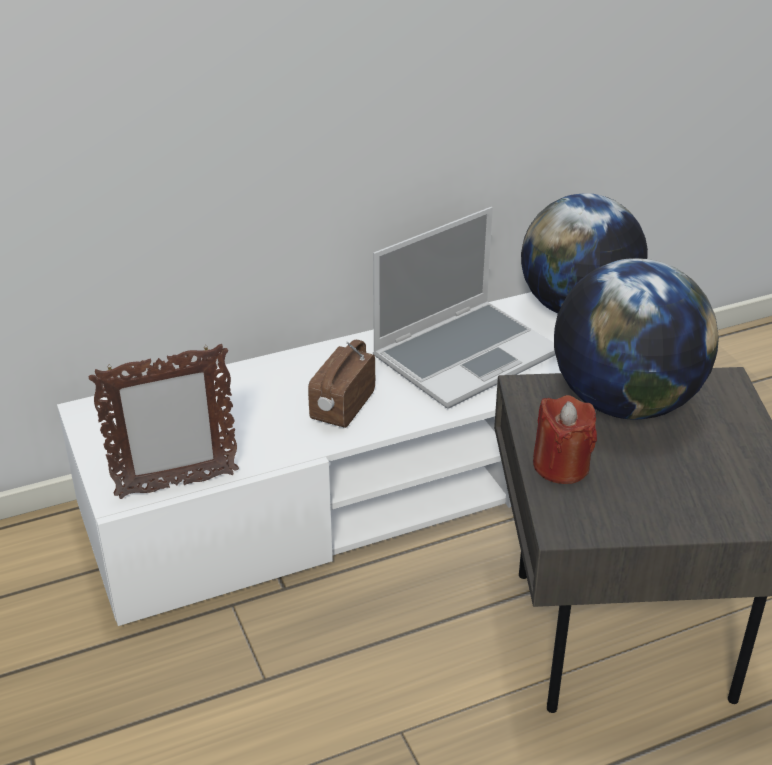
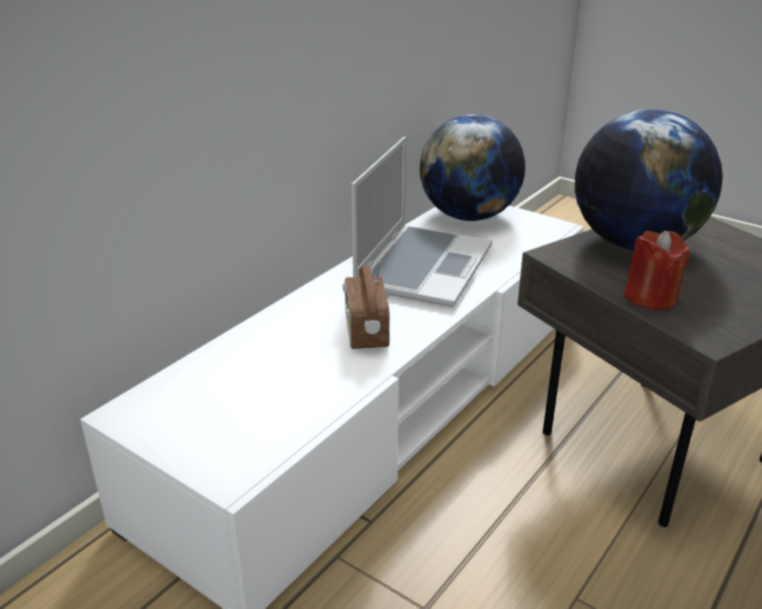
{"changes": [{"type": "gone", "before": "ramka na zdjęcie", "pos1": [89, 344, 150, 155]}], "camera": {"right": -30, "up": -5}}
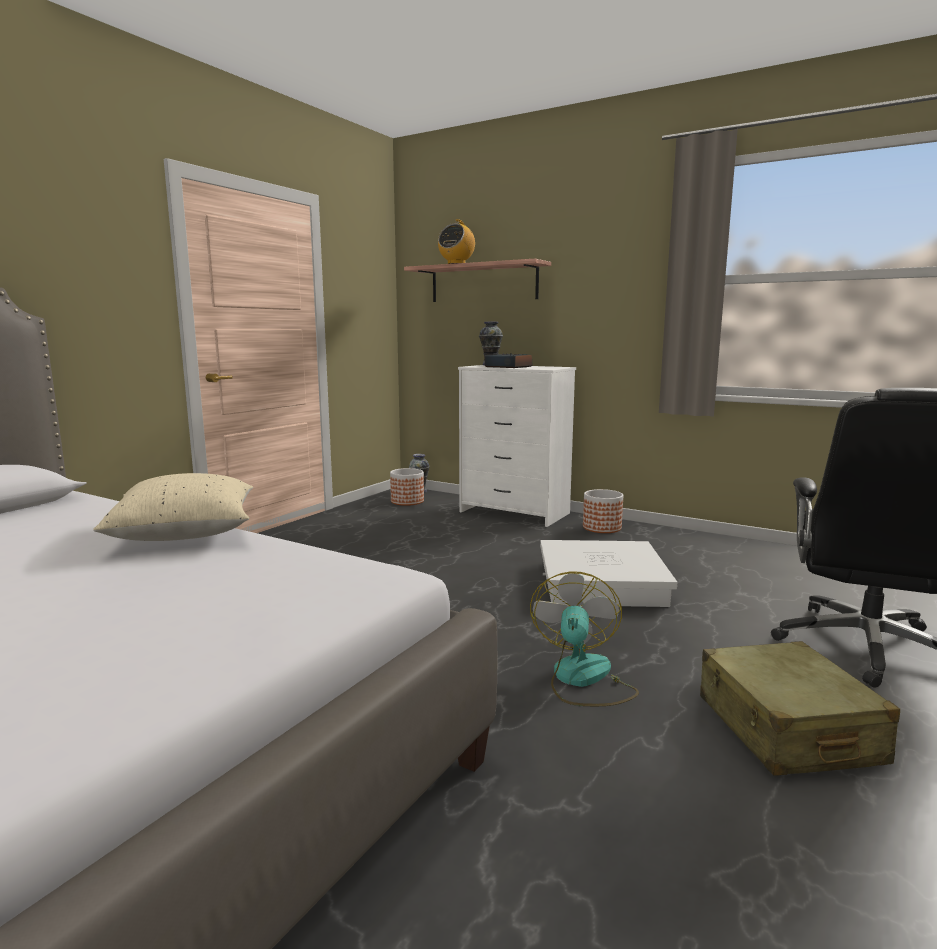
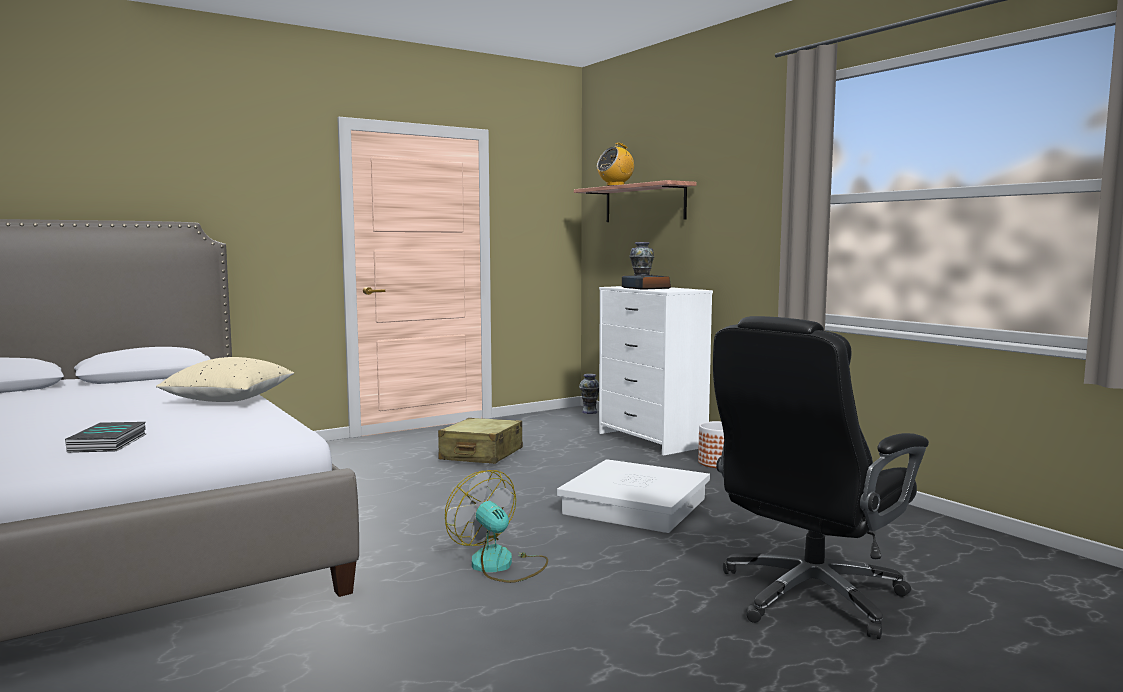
{"changes": [{"type": "new", "after": "książka", "pos2": [65, 422, 81, 31]}, {"type": "shifted", "before": "walizka (beżowy)", "pos1": [700, 641, 200, 135], "pos2": [438, 418, 85, 46]}, {"type": "rotated", "before": "wentylator", "pos1": [530, 571, 109, 135], "pos2": [445, 470, 103, 113], "turn": -75}, {"type": "gone", "before": "donica", "pos1": [390, 468, 34, 38]}], "camera": {"right": 25, "up": -5}}
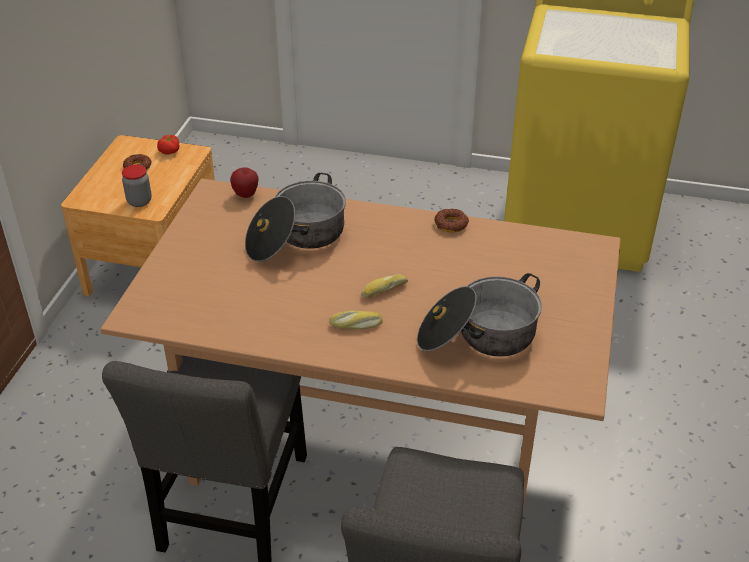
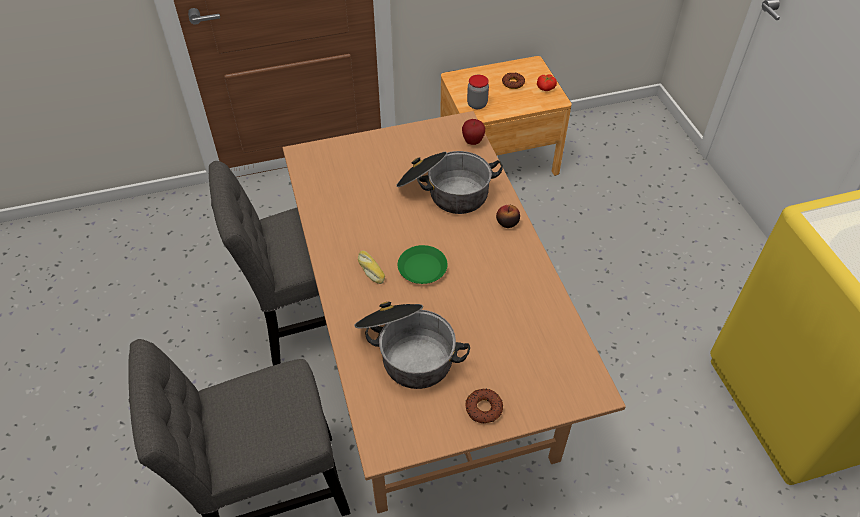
{"changes": [{"type": "swapped", "before": "chleb", "after": "talerz (zielony)", "pos1": [361, 274, 47, 24], "pos2": [398, 245, 50, 39]}, {"type": "shifted", "before": "donut", "pos1": [434, 209, 35, 23], "pos2": [466, 389, 37, 34]}, {"type": "new", "after": "jabłko", "pos2": [496, 205, 24, 23]}], "camera": {"right": 60, "up": 10}}
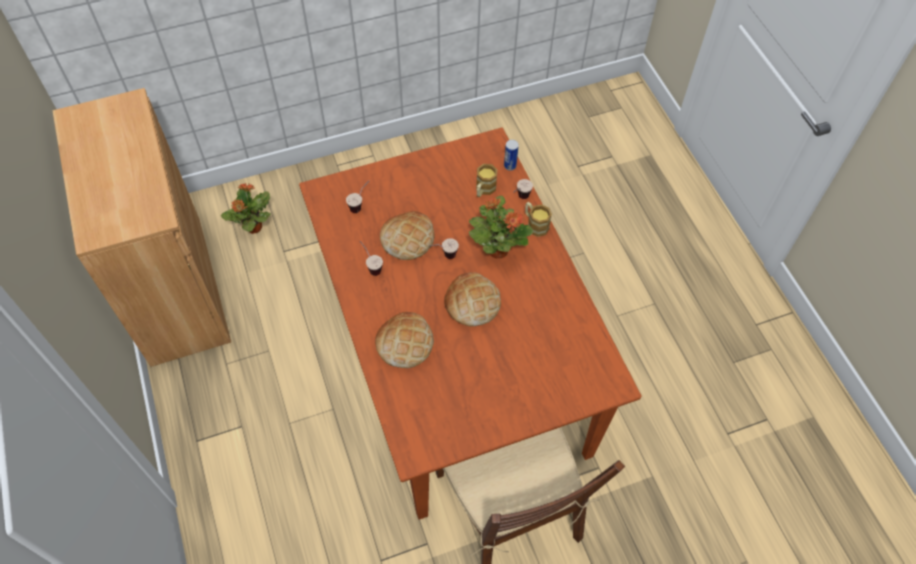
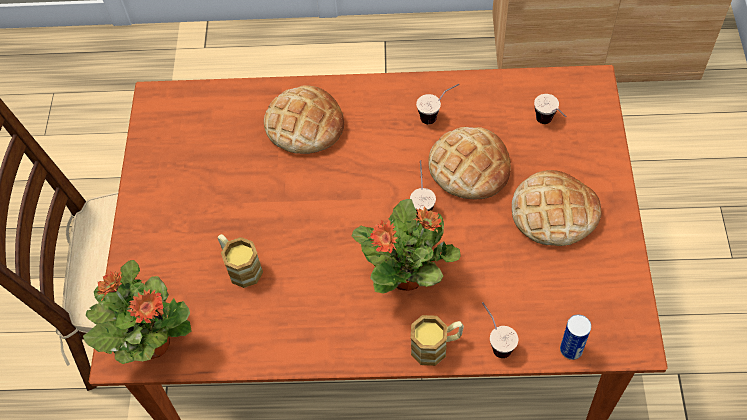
{"changes": [{"type": "shifted", "before": "roślina doniczkowa", "pos1": [221, 183, 50, 51], "pos2": [83, 260, 109, 104]}, {"type": "shifted", "before": "kubek", "pos1": [476, 164, 21, 33], "pos2": [218, 234, 45, 54]}, {"type": "shifted", "before": "chleb", "pos1": [444, 272, 57, 54], "pos2": [512, 170, 90, 76]}], "camera": {"right": 115, "up": 0}}
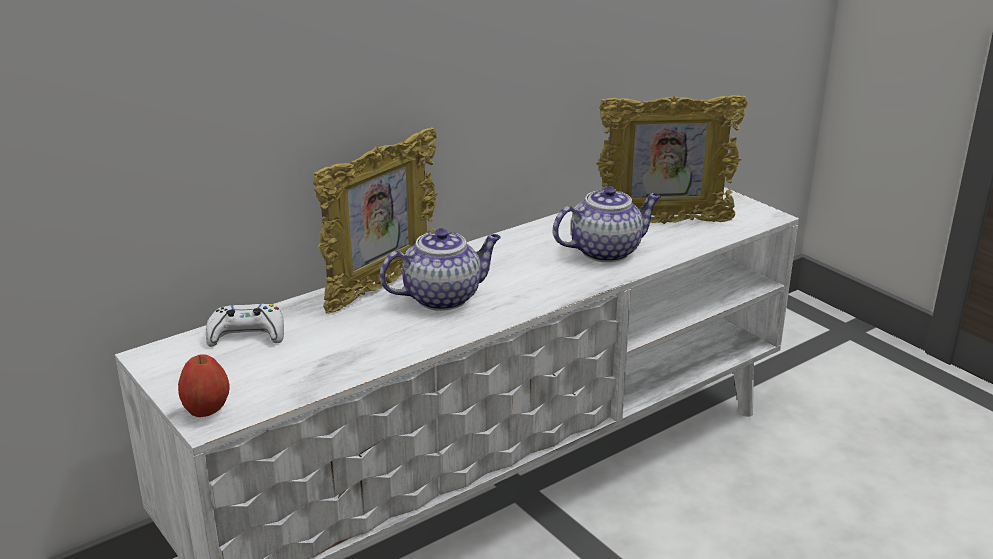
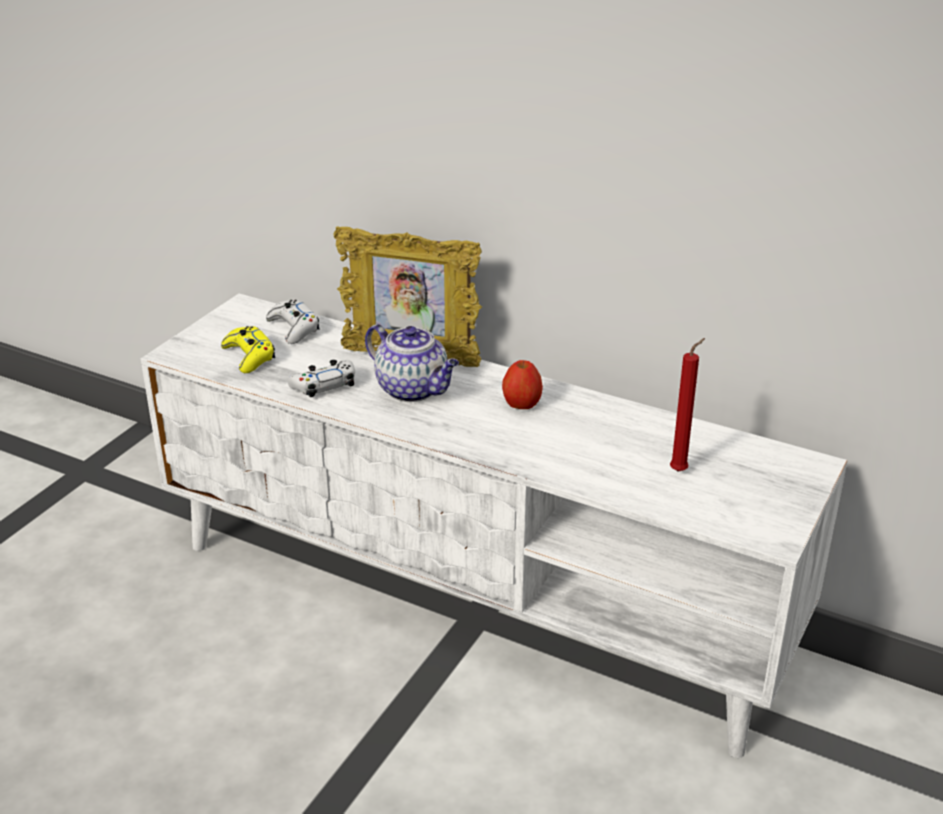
{"changes": [{"type": "new", "after": "pad do gier (żółty)", "pos2": [221, 326, 54, 47]}, {"type": "new", "after": "pad do gier (biały)", "pos2": [288, 360, 67, 37]}, {"type": "shifted", "before": "jabłko", "pos1": [178, 354, 51, 63], "pos2": [502, 360, 41, 49]}, {"type": "swapped", "before": "ramka na zdjęcie", "after": "świeca (czerwony)", "pos1": [596, 95, 151, 129], "pos2": [670, 338, 35, 134]}, {"type": "gone", "before": "imbryk", "pos1": [553, 186, 108, 76]}], "camera": {"right": 65, "up": 5}}
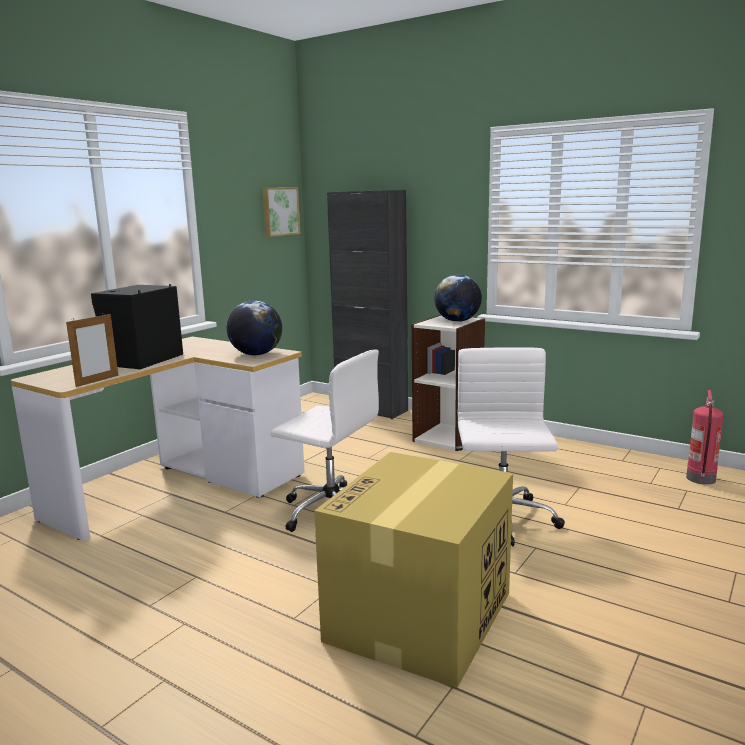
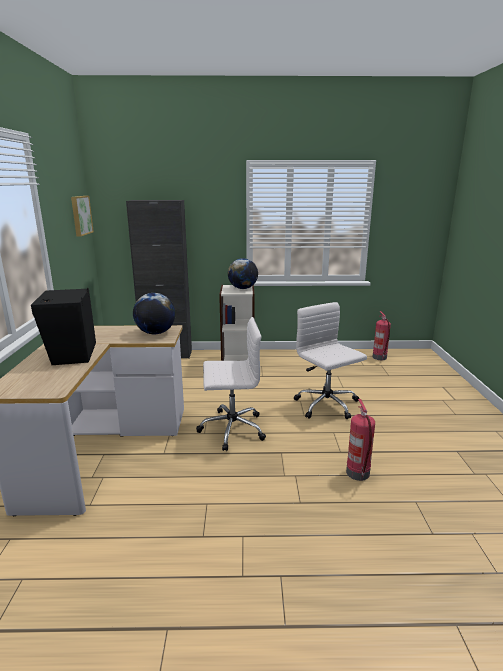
{"changes": [{"type": "swapped", "before": "karton", "after": "gaśnica", "pos1": [314, 452, 199, 236], "pos2": [346, 399, 29, 82]}, {"type": "gone", "before": "ramka na zdjęcie", "pos1": [66, 314, 53, 73]}], "camera": {"right": -35, "up": 5}}
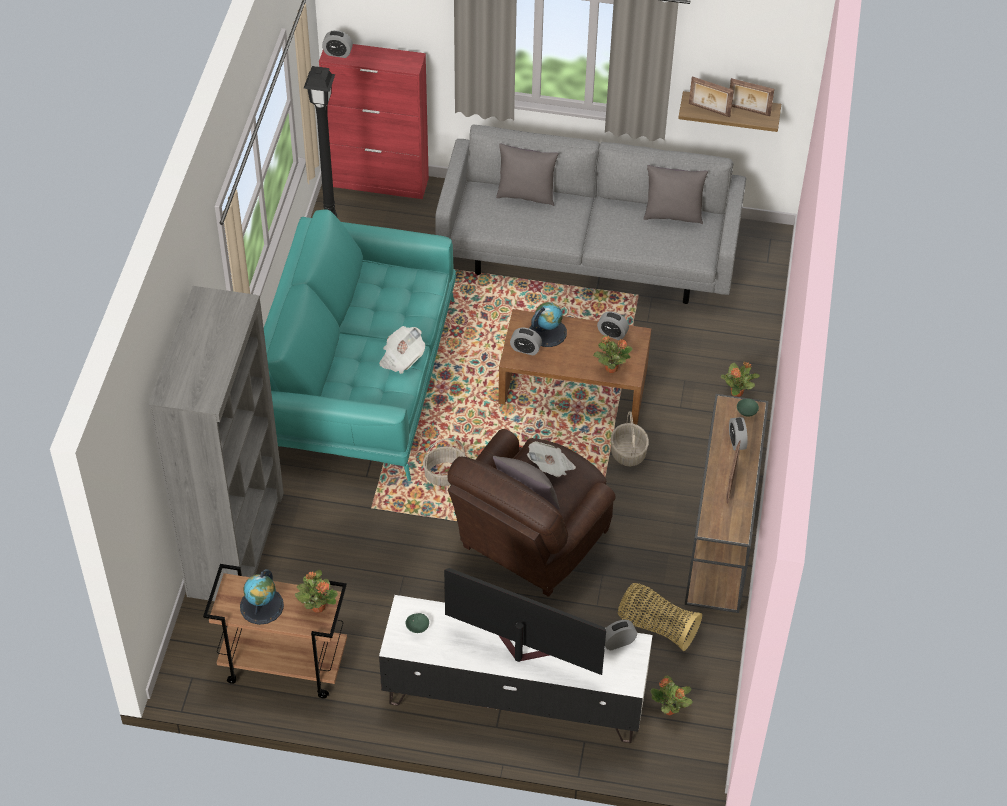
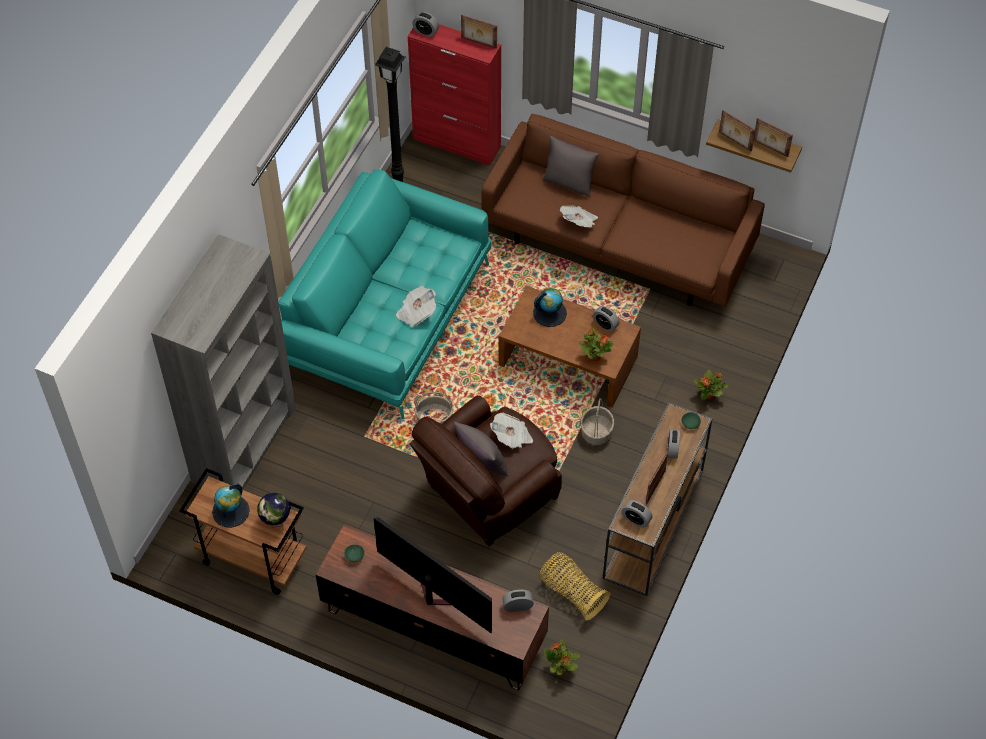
{"changes": [{"type": "swapped", "before": "roślina doniczkowa", "after": "globus", "pos1": [295, 570, 43, 43], "pos2": [257, 493, 33, 35]}, {"type": "repainted", "before": "szafka pod telewizor (biały)", "after": "szafka pod telewizor (brązowy)", "pos1": [379, 595, 274, 148], "pos2": [316, 524, 233, 166]}, {"type": "new", "after": "ramka na zdjęcie", "pos2": [461, 15, 36, 34]}, {"type": "repainted", "before": "kanapa (szary)", "after": "kanapa (brązowy)", "pos1": [435, 125, 311, 179], "pos2": [482, 114, 283, 192]}, {"type": "new", "after": "gazeta", "pos2": [560, 206, 38, 22]}, {"type": "shifted", "before": "budzik", "pos1": [510, 328, 32, 27], "pos2": [622, 500, 30, 28]}, {"type": "gone", "before": "poduszka (szary)", "pos1": [644, 165, 64, 59]}], "camera": {"right": 15, "up": 5}}
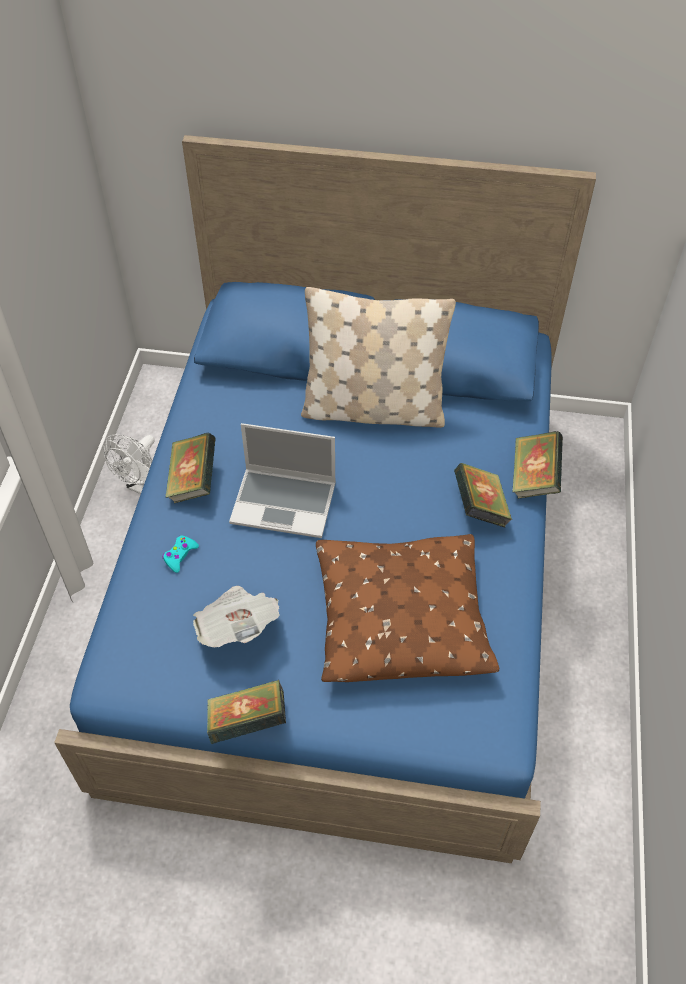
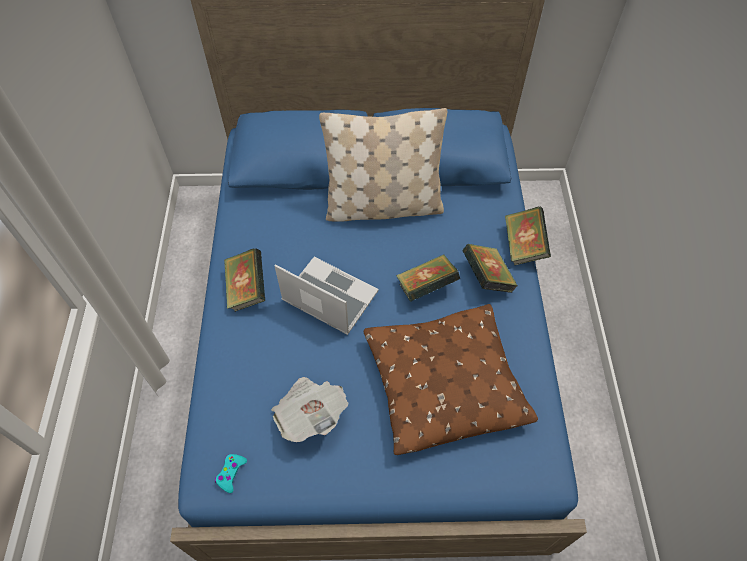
{"changes": [{"type": "shifted", "before": "pad do gier (turkusowy)", "pos1": [162, 536, 37, 37], "pos2": [215, 454, 32, 39]}, {"type": "rotated", "before": "laptop", "pos1": [229, 423, 107, 115], "pos2": [275, 257, 104, 78], "turn": -150}, {"type": "shifted", "before": "książka", "pos1": [207, 680, 79, 64], "pos2": [396, 254, 64, 48]}, {"type": "gone", "before": "wentylator (biały)", "pos1": [103, 434, 52, 60]}], "camera": {"right": -10, "up": 5}}
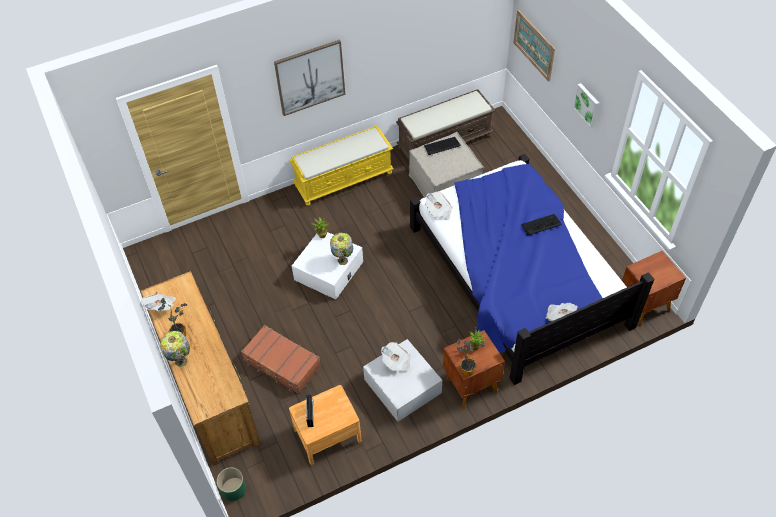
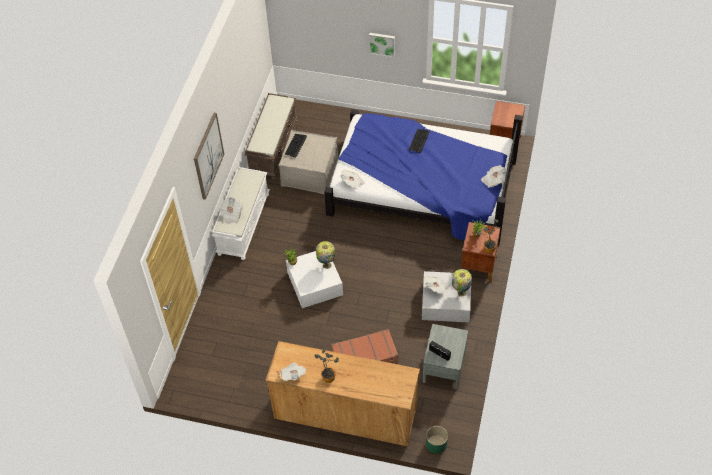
{"changes": [{"type": "repainted", "before": "ławka (żółty)", "after": "ławka (biały)", "pos1": [289, 126, 105, 80], "pos2": [212, 167, 58, 93]}, {"type": "new", "after": "gazeta", "pos2": [219, 197, 24, 28]}, {"type": "repainted", "before": "szafka nocna (brązowy)", "after": "szafka nocna (szary)", "pos1": [289, 385, 73, 80], "pos2": [423, 324, 45, 66]}, {"type": "shifted", "before": "lampa stołowa", "pos1": [160, 331, 30, 36], "pos2": [452, 269, 20, 28]}, {"type": "gone", "before": "obraz", "pos1": [513, 10, 42, 72]}], "camera": {"right": -50, "up": 0}}
